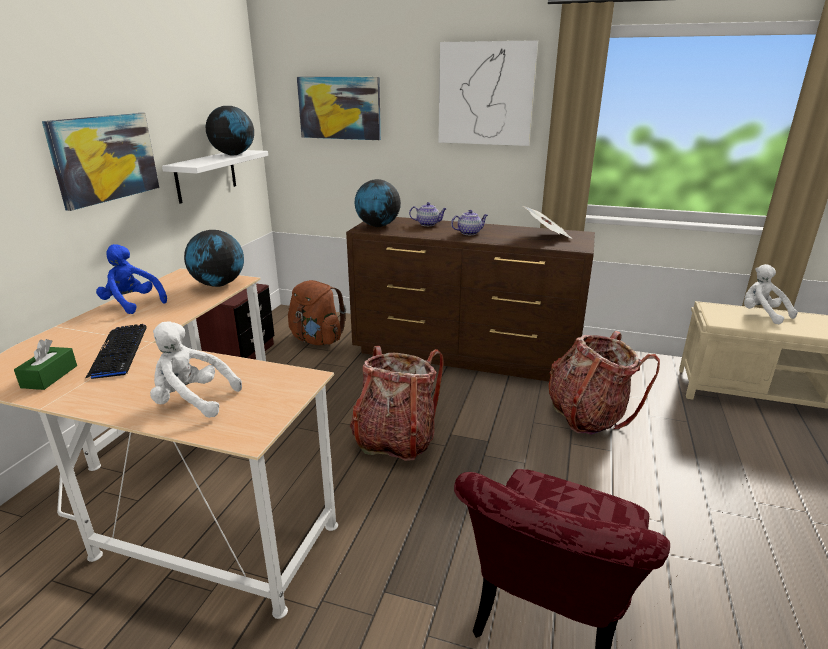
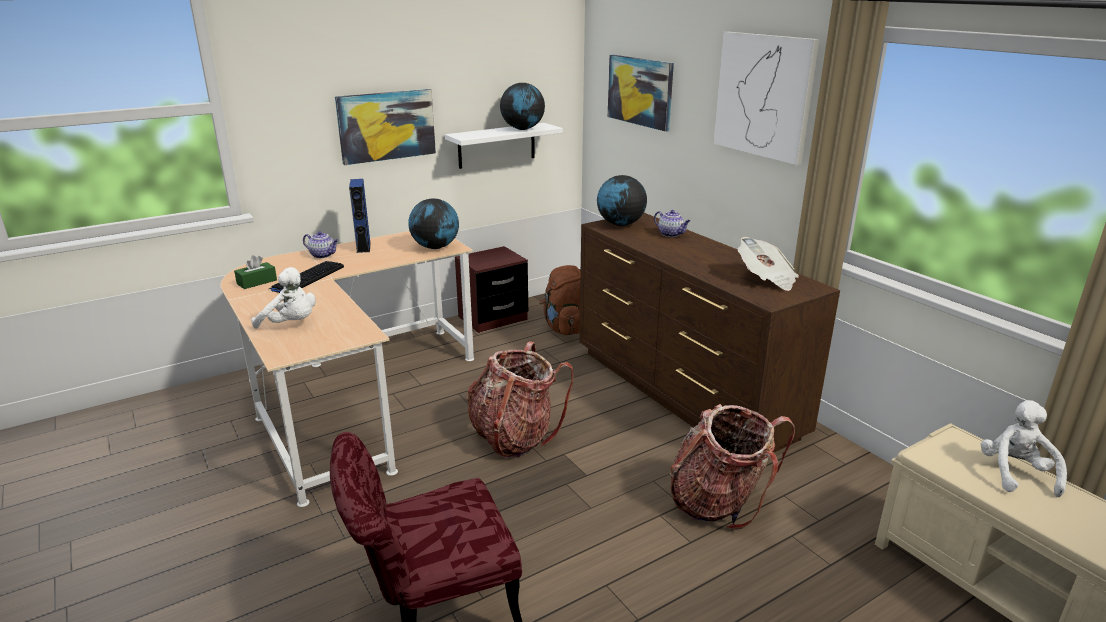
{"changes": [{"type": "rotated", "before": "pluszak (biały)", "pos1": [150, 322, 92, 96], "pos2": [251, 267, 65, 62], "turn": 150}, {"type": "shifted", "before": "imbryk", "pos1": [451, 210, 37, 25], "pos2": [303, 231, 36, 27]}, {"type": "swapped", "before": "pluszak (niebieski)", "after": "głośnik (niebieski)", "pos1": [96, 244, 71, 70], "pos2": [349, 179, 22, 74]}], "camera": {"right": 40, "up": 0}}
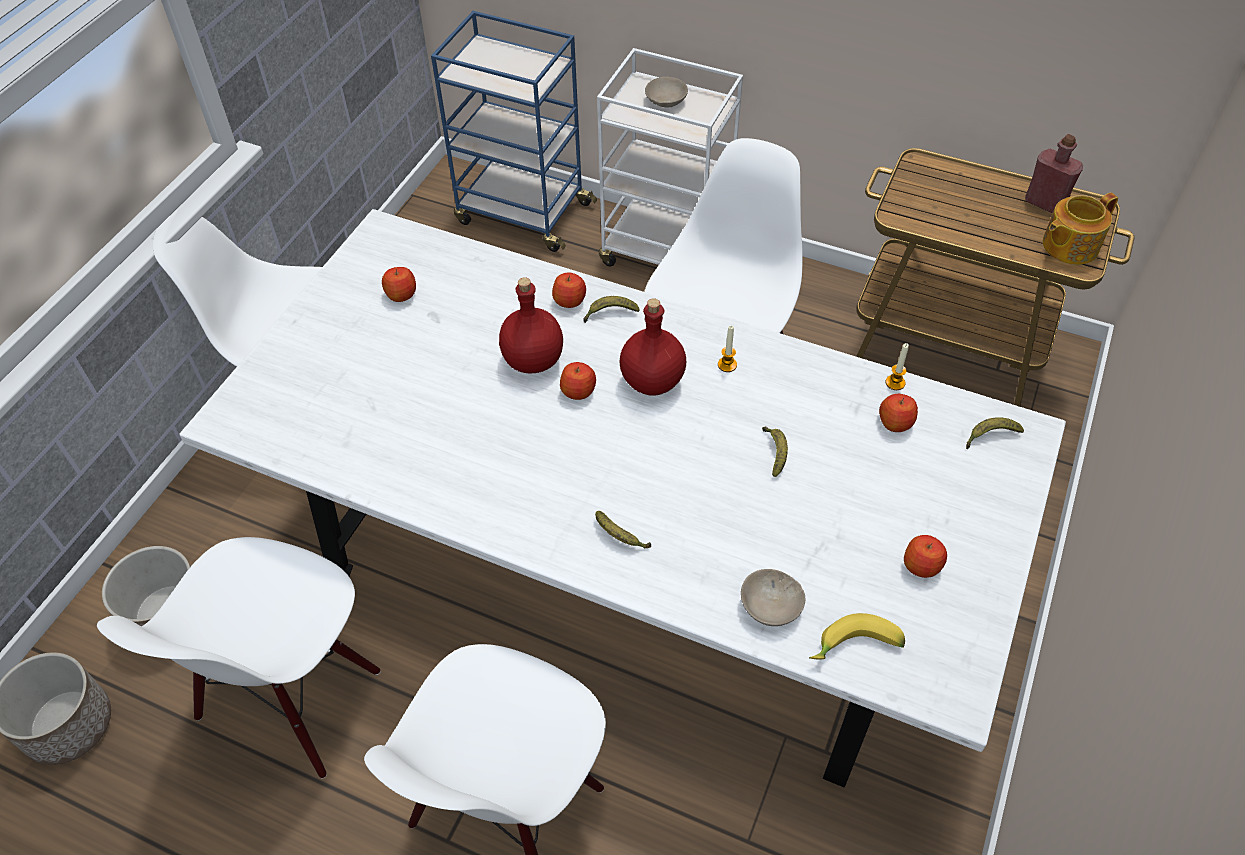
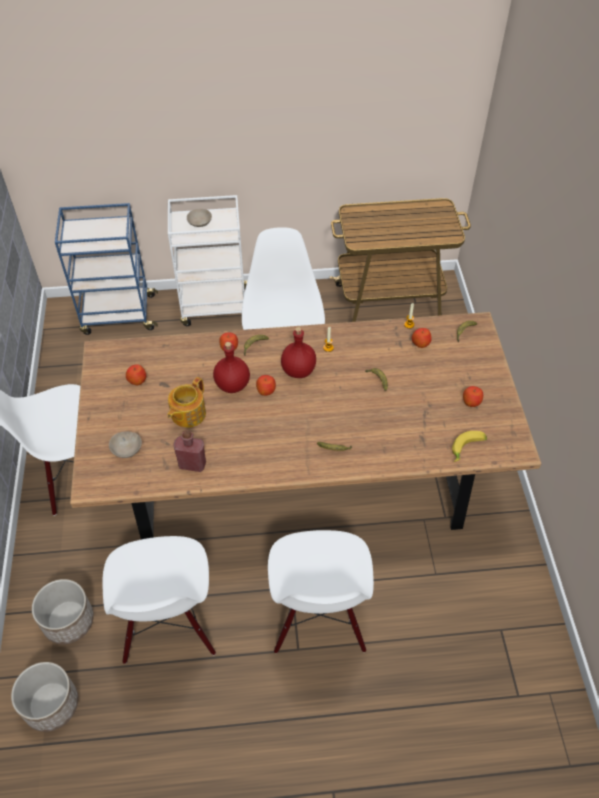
{"changes": [{"type": "repainted", "before": "stół jadalny (biały)", "after": "stół jadalny (brązowy)", "pos1": [179, 209, 887, 579], "pos2": [70, 312, 471, 227]}, {"type": "shifted", "before": "miska (beżowy)", "pos1": [741, 569, 64, 57], "pos2": [109, 431, 33, 27]}, {"type": "shifted", "before": "imbryk", "pos1": [1043, 192, 75, 73], "pos2": [167, 377, 39, 51]}, {"type": "shifted", "before": "butelka (czerwony)", "pos1": [1025, 134, 58, 79], "pos2": [173, 430, 33, 42]}], "camera": {"right": -30, "up": 0}}
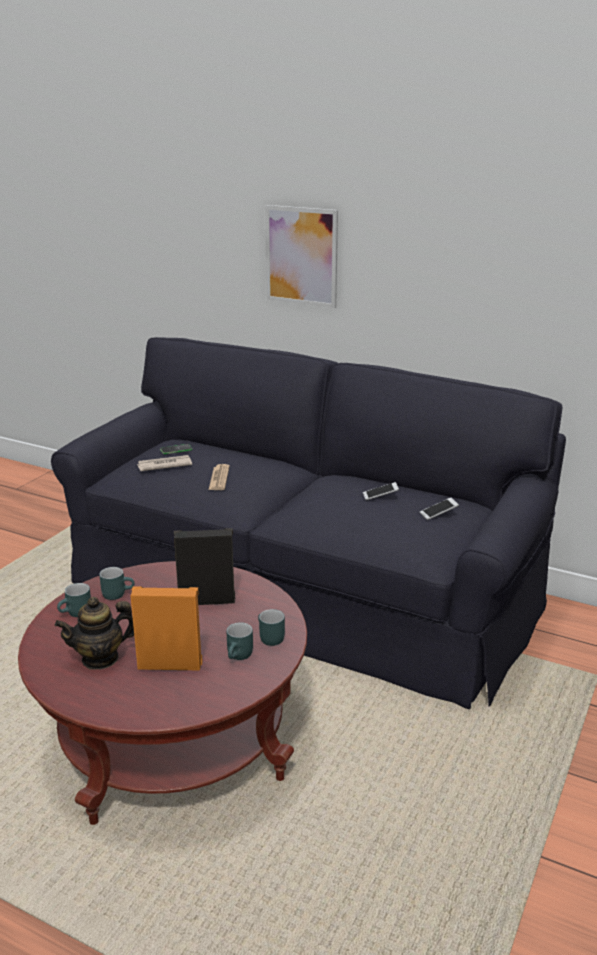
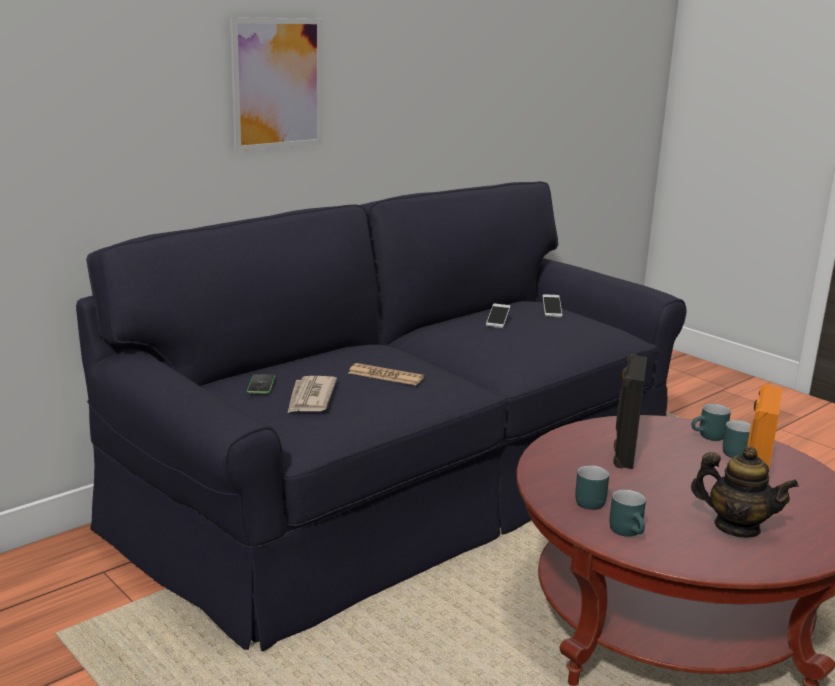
{"changes": [{"type": "rotated", "before": "imbryk", "pos1": [55, 597, 79, 73], "pos2": [691, 446, 108, 92], "turn": -60}], "camera": {"right": -70, "up": -5}}
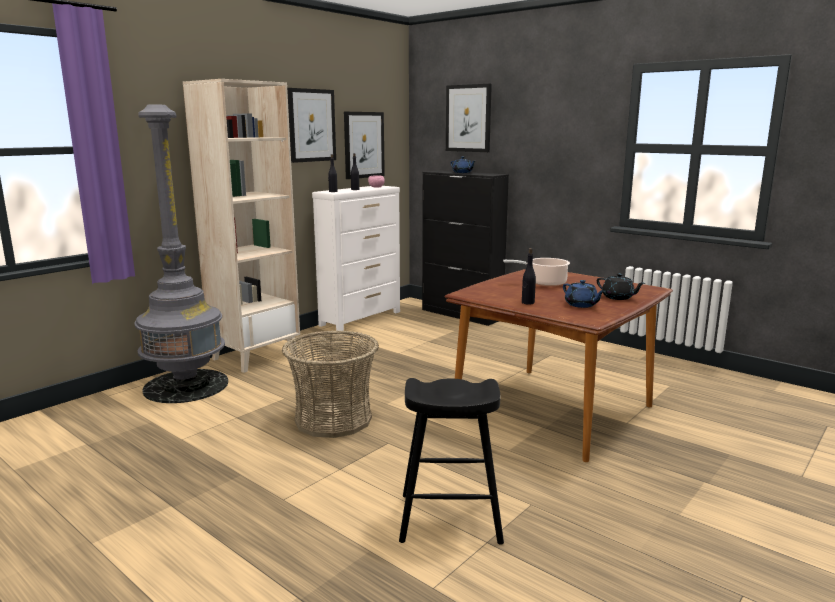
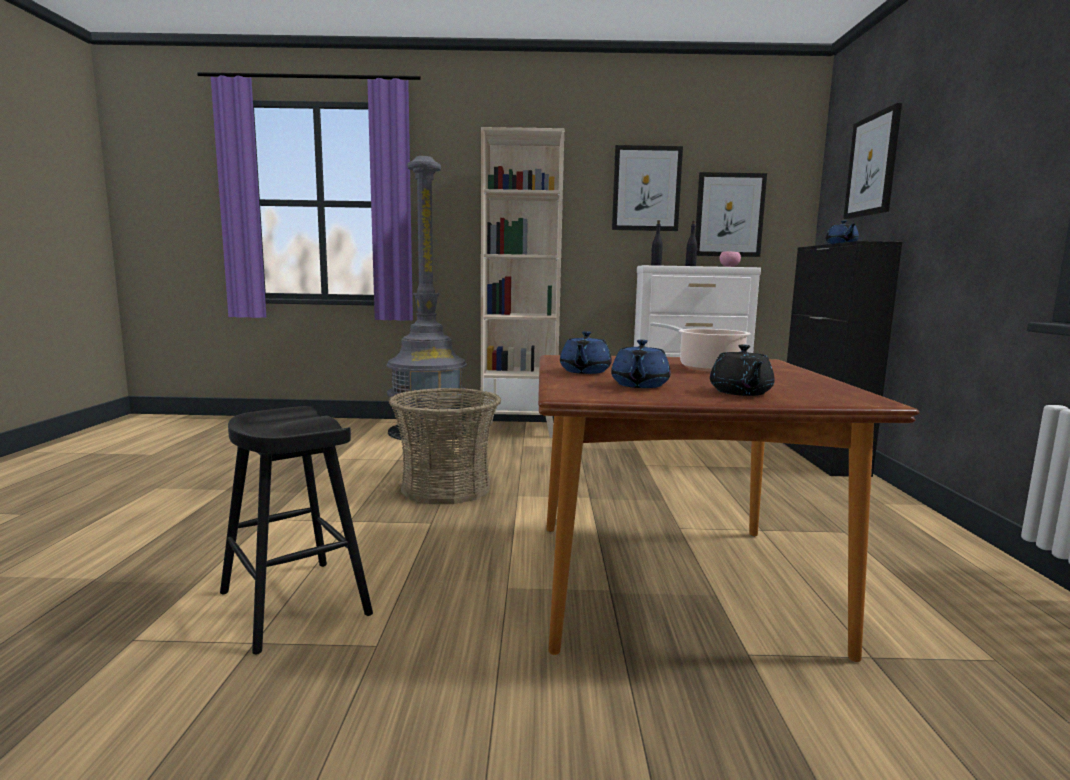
{"changes": [{"type": "swapped", "before": "butelka (czarny)", "after": "imbryk (niebieski)", "pos1": [522, 248, 14, 57], "pos2": [560, 331, 52, 43]}], "camera": {"right": 50, "up": -5}}
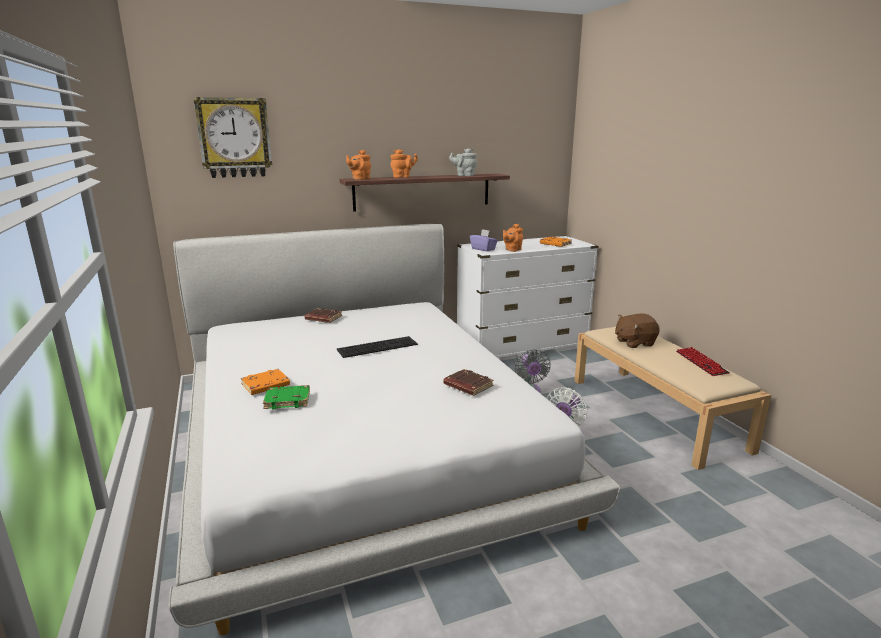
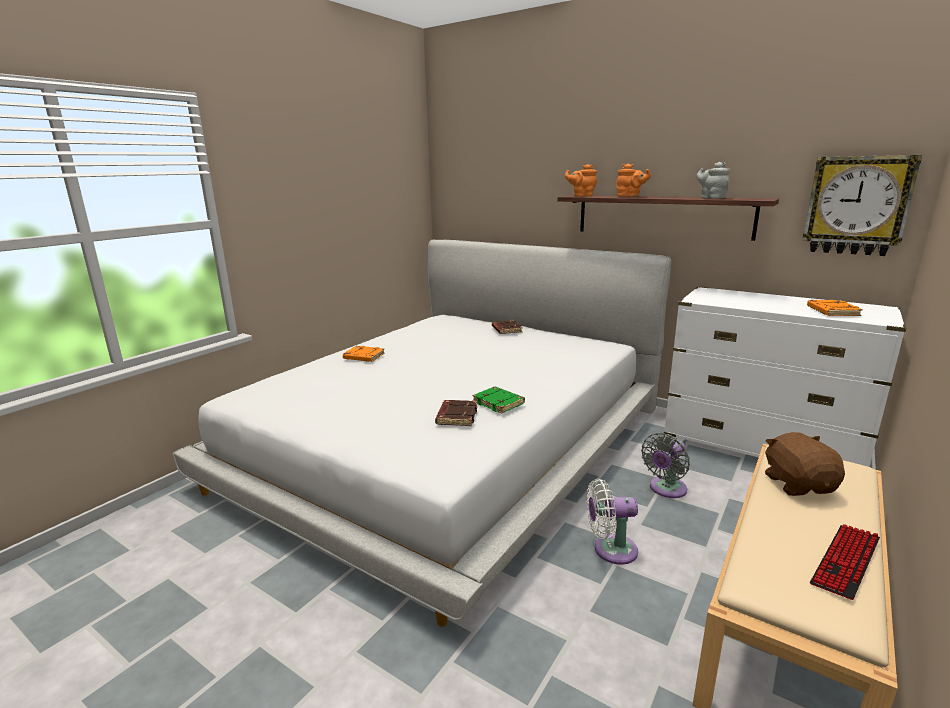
{"changes": [{"type": "shifted", "before": "książka (zielony)", "pos1": [263, 385, 47, 24], "pos2": [472, 387, 53, 27]}, {"type": "rotated", "before": "pluszak (brązowy)", "pos1": [615, 314, 45, 34], "pos2": [765, 432, 80, 64], "turn": 45}, {"type": "shifted", "before": "zegar ścienny", "pos1": [193, 97, 79, 81], "pos2": [803, 155, 119, 101]}, {"type": "gone", "before": "klawiatura", "pos1": [336, 336, 82, 22]}, {"type": "gone", "before": "pudełko chusteczek (fioletowy)", "pos1": [470, 229, 28, 22]}, {"type": "gone", "before": "imbryk (pomarańczowy)", "pos1": [503, 224, 20, 28]}], "camera": {"right": 55, "up": 0}}
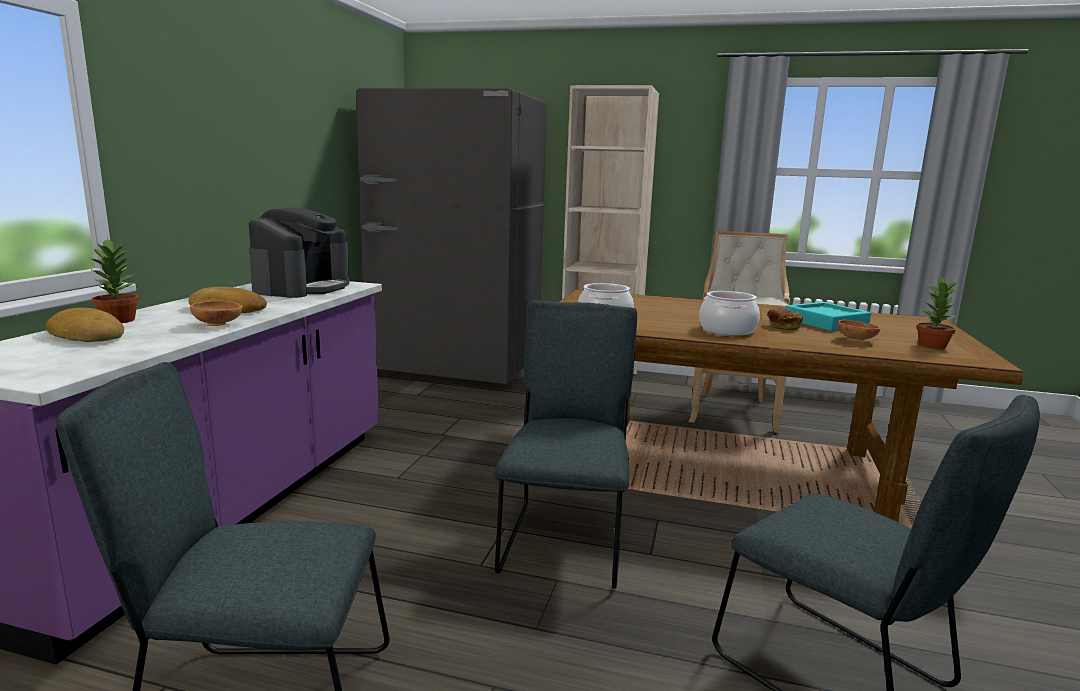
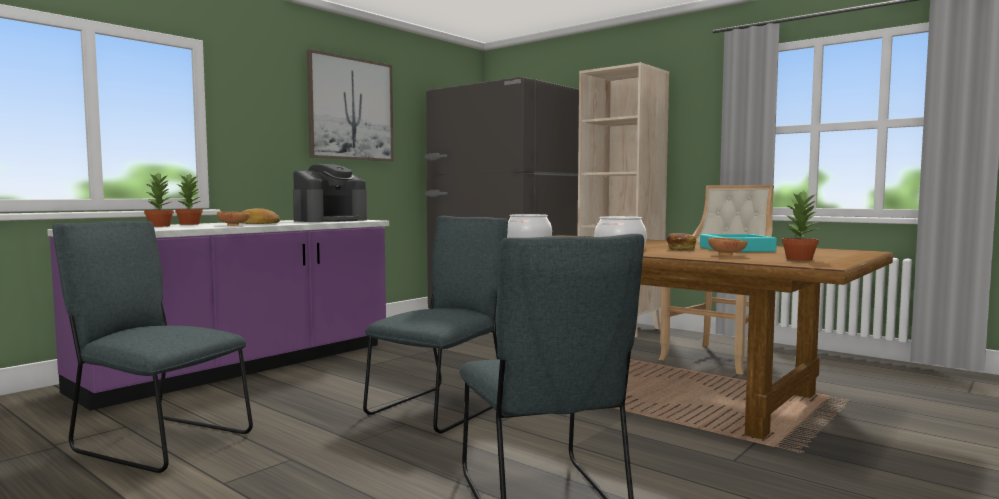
{"changes": [{"type": "swapped", "before": "chleb", "after": "roślina doniczkowa", "pos1": [45, 307, 79, 35], "pos2": [144, 173, 30, 54]}, {"type": "new", "after": "obraz", "pos2": [307, 49, 87, 112]}], "camera": {"right": 25, "up": -10}}
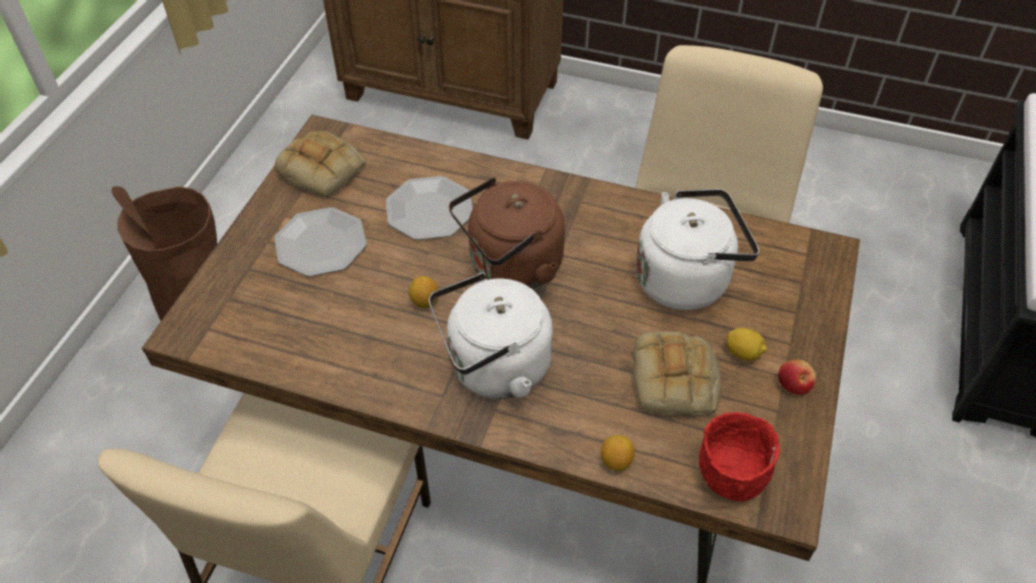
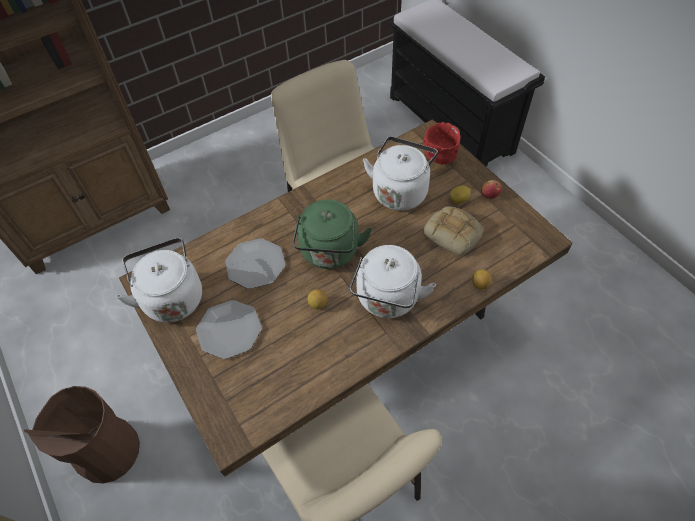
{"changes": [{"type": "swapped", "before": "chleb", "after": "czajnik (biały)", "pos1": [274, 131, 92, 67], "pos2": [116, 238, 86, 85]}, {"type": "repainted", "before": "czajnik (brązowy)", "after": "czajnik (zielony)", "pos1": [449, 177, 116, 112], "pos2": [293, 199, 79, 70]}, {"type": "shifted", "before": "miska (czerwony)", "pos1": [699, 412, 81, 90], "pos2": [423, 122, 37, 43]}], "camera": {"right": -50, "up": 5}}
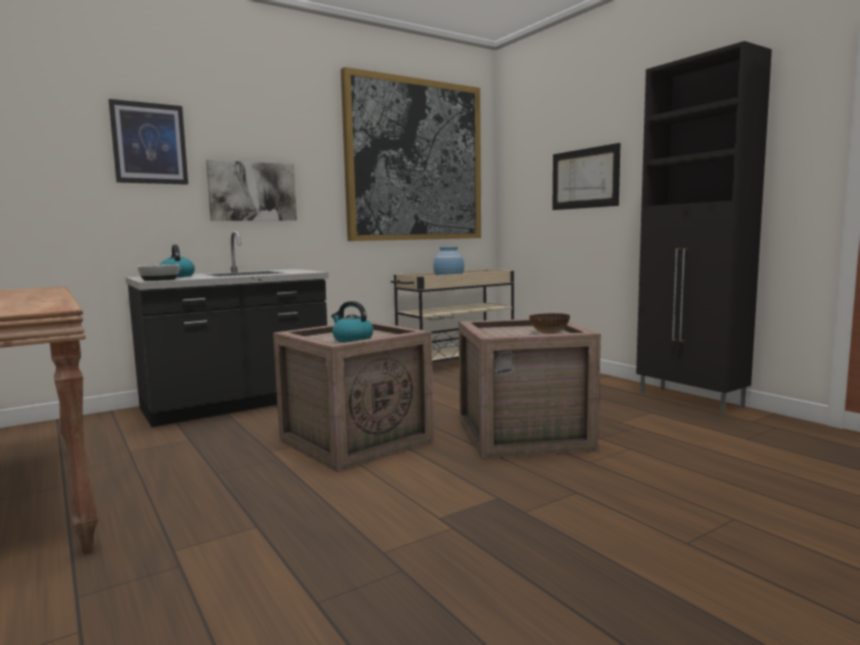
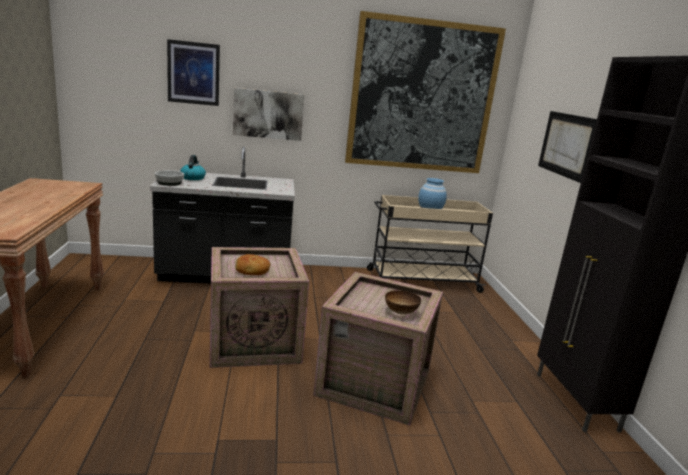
{"changes": [{"type": "swapped", "before": "czajnik", "after": "chleb", "pos1": [331, 301, 42, 41], "pos2": [235, 254, 35, 21]}], "camera": {"right": 25, "up": 10}}
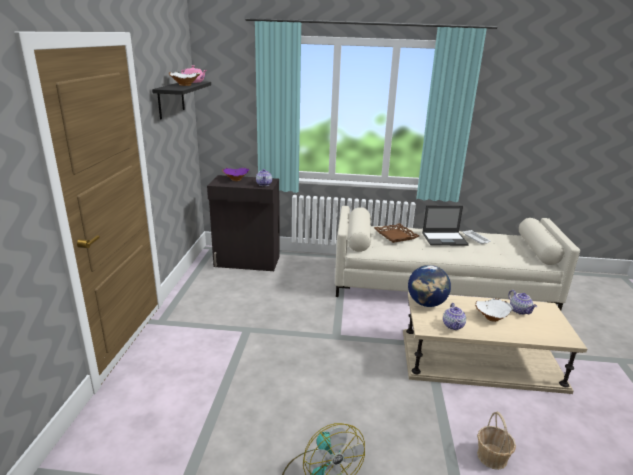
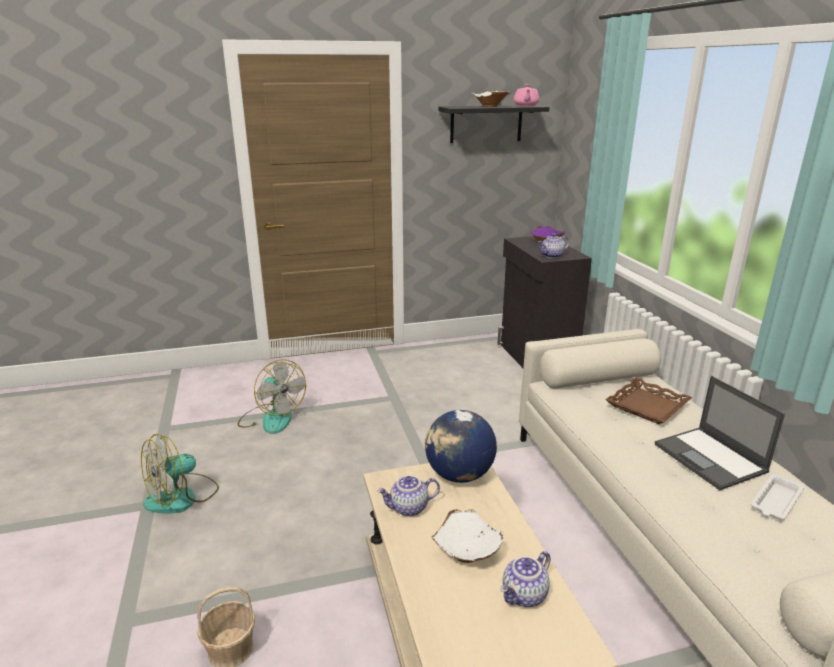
{"changes": [{"type": "new", "after": "wentylator", "pos2": [238, 360, 68, 74]}], "camera": {"right": 70, "up": 0}}
